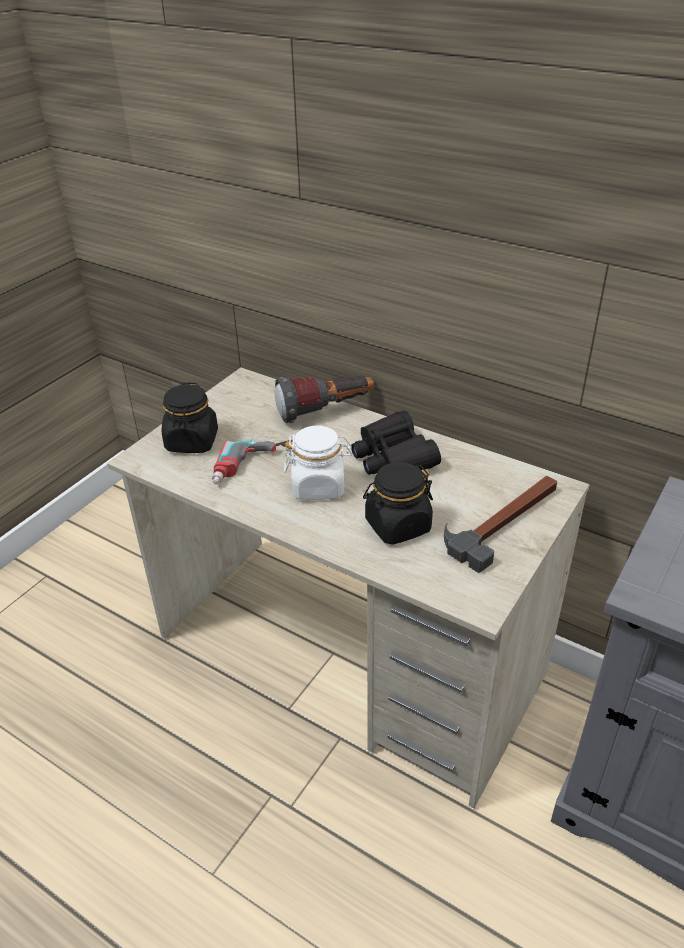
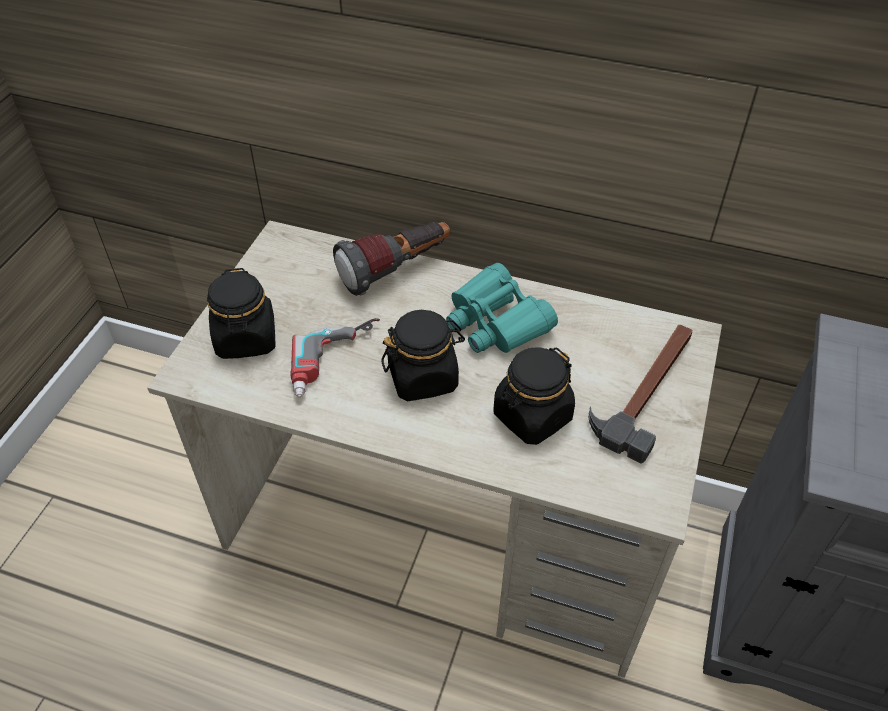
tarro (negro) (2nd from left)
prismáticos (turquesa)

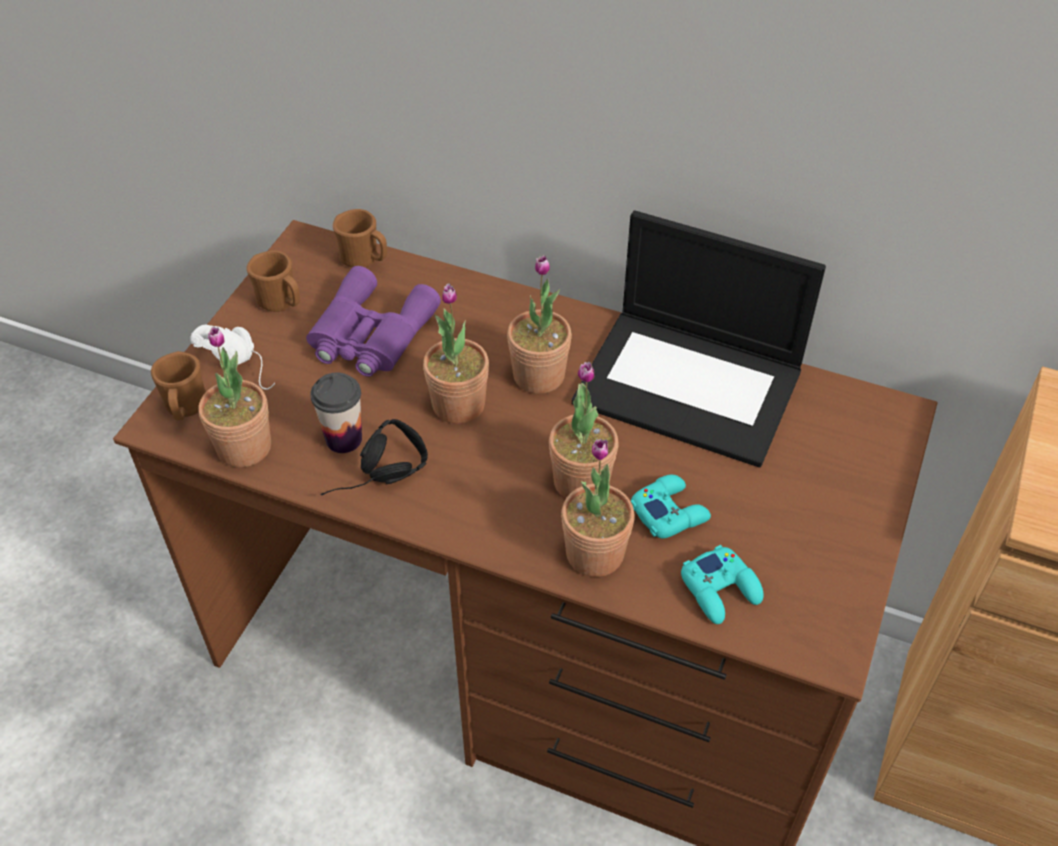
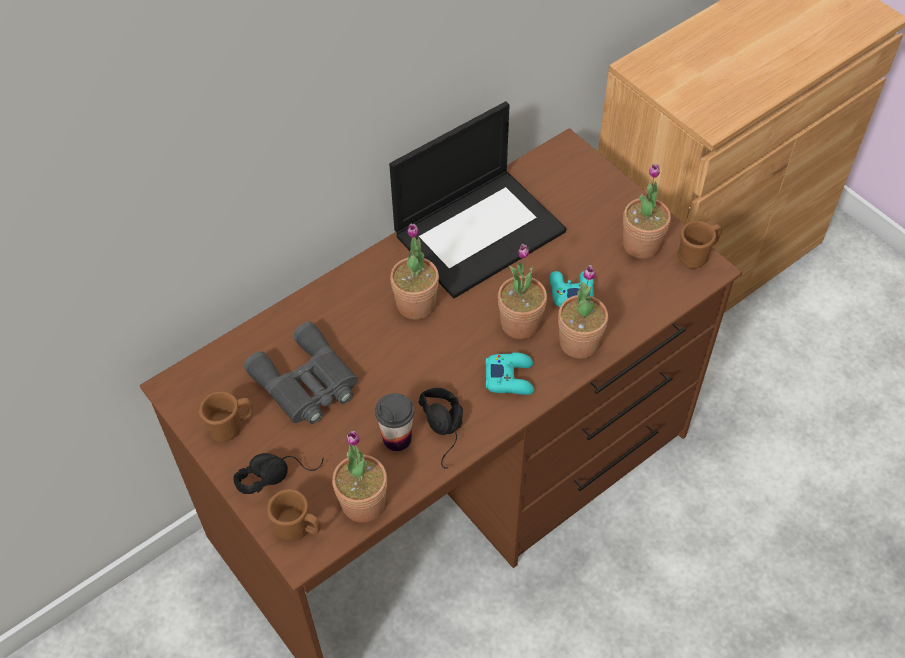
auriculares (negro) (1st from left)
prismáticos (gris)
mando de consola (turquesa) (1st from left)
planta en maceta (5th from left)
taza grande (marrón) (3rd from left)

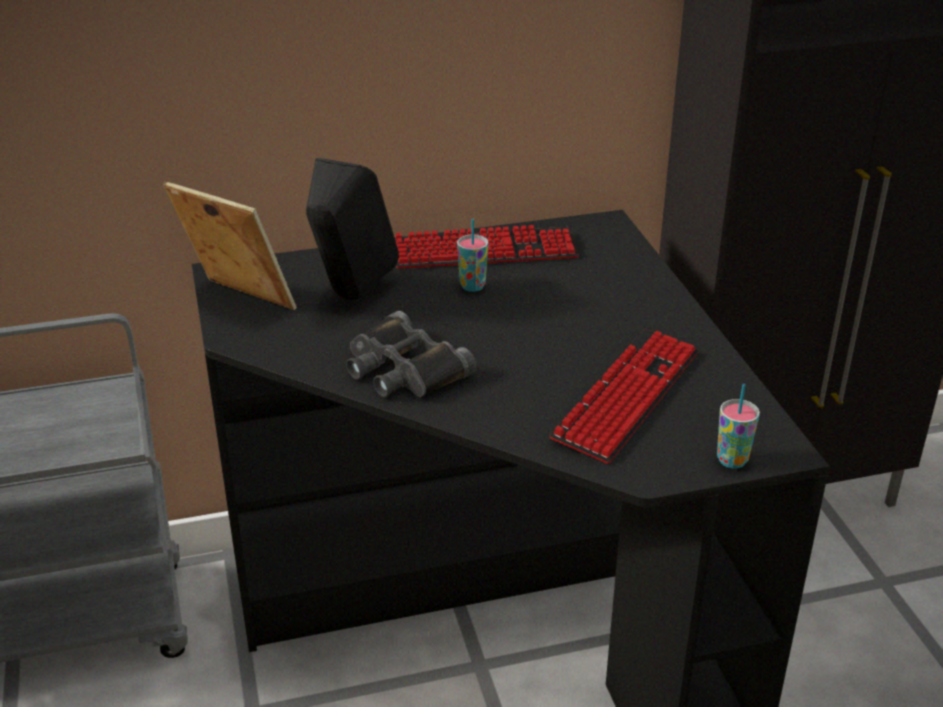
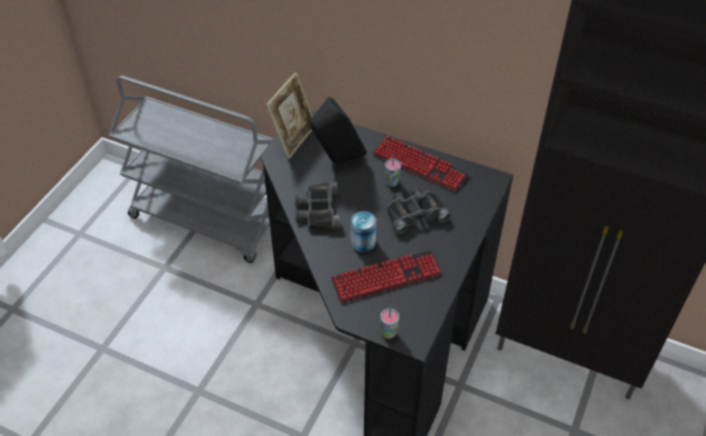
portarretratos
lata
prismáticos (negro) (2nd from left)

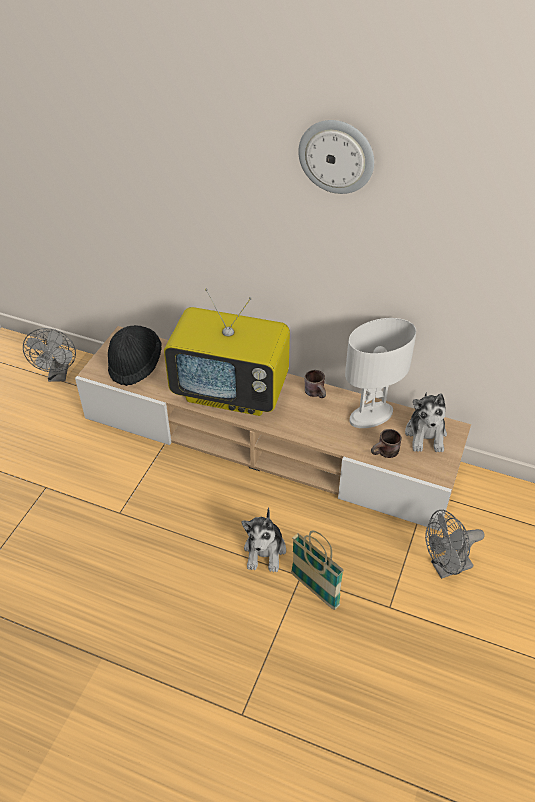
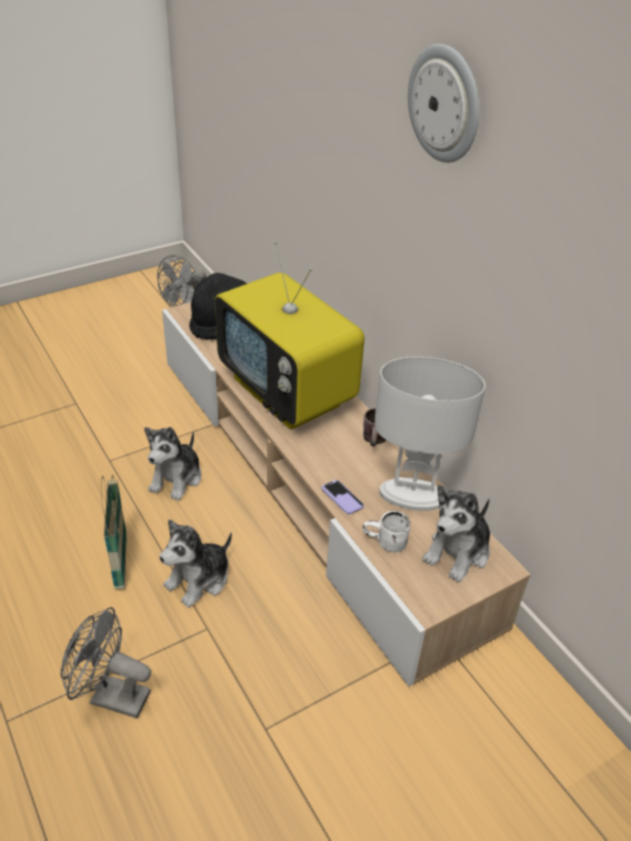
ventilador (gris) (1st from left)
cesta
peluche (1st from left)
móvil
taza grande (blanco)

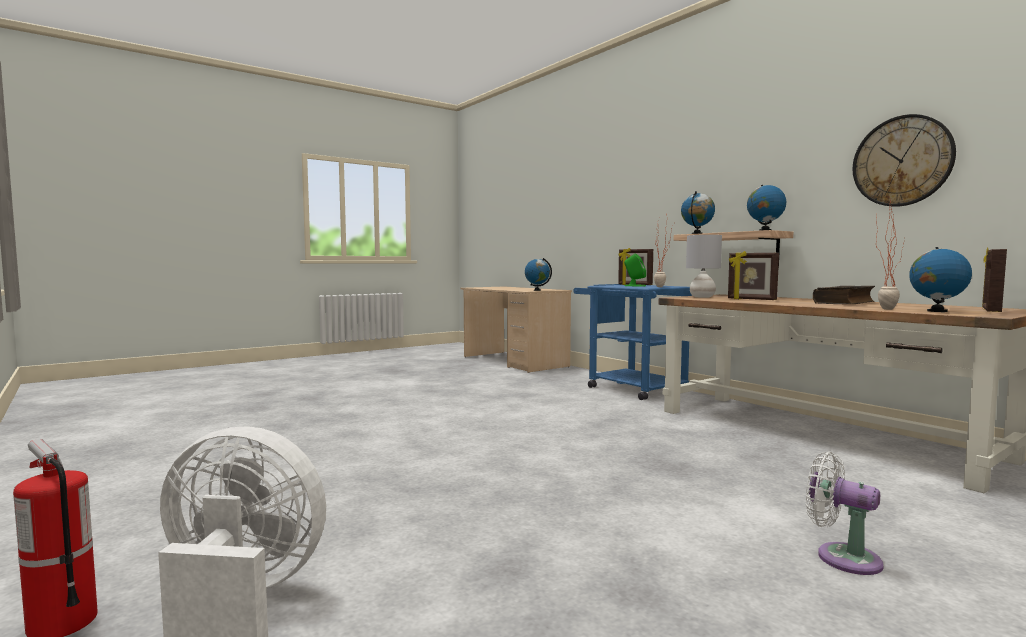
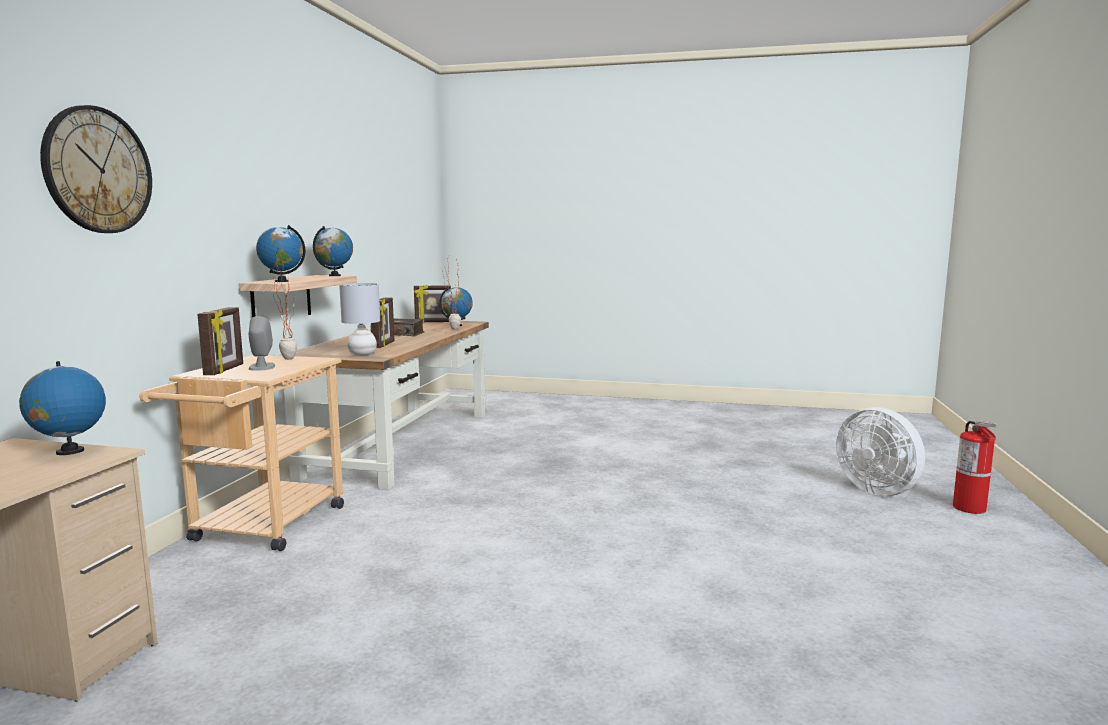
reloj de pared
carrito (beis)
altavoz (gris)
ventilador (blanco) (2nd from left in the first image)

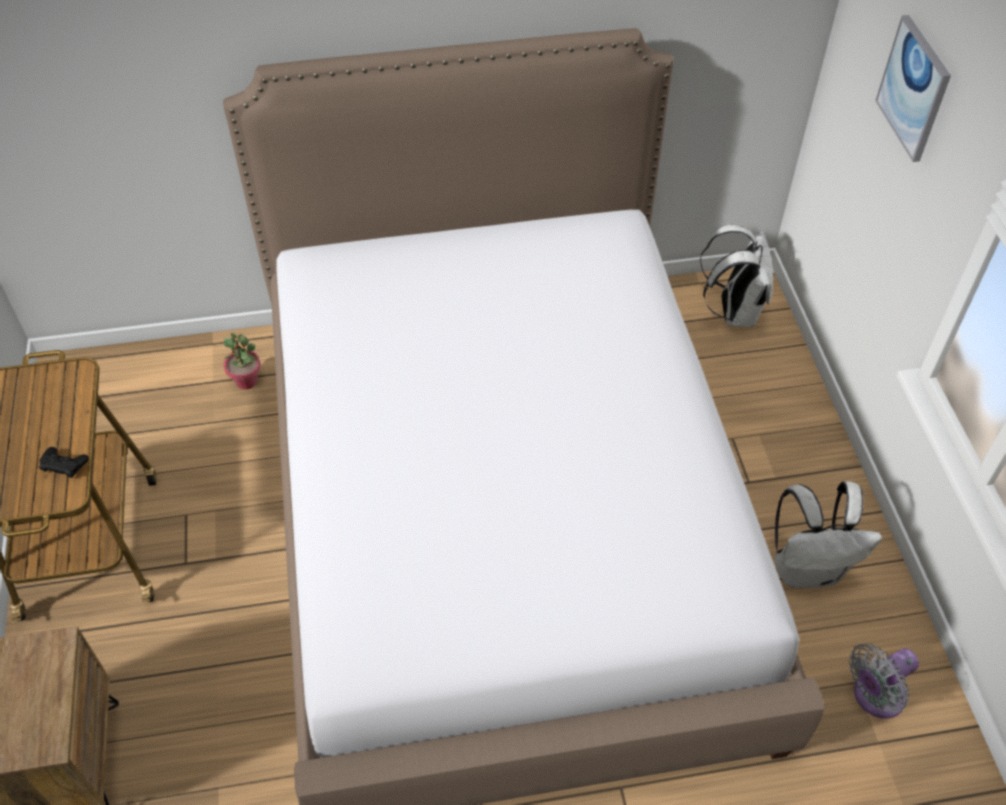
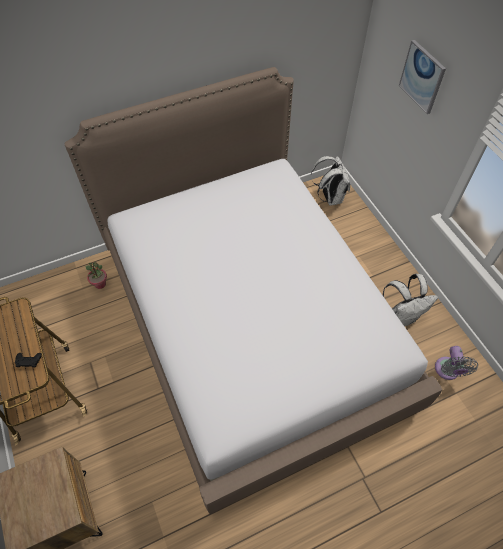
ventilador (gris)

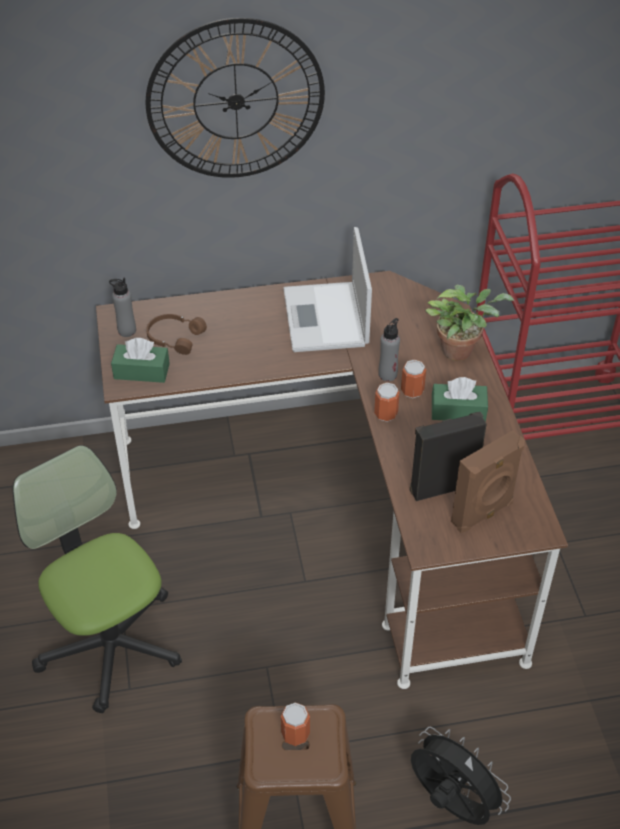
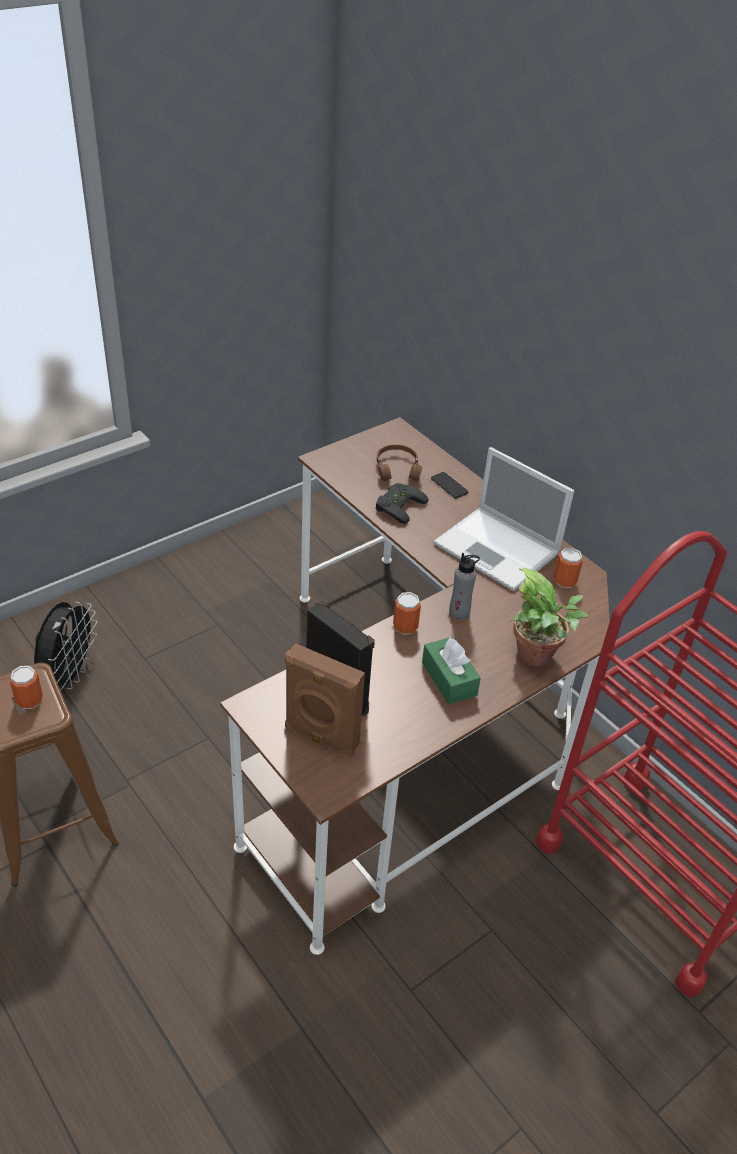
ventilador (negro)
mando de consola (negro)
móvil
portátil
lata (3rd from left)
silla de oficina
botella (gris) (1st from left in the first image)
caja de pañuelos (verde) (1st from left in the first image)
reloj de pared

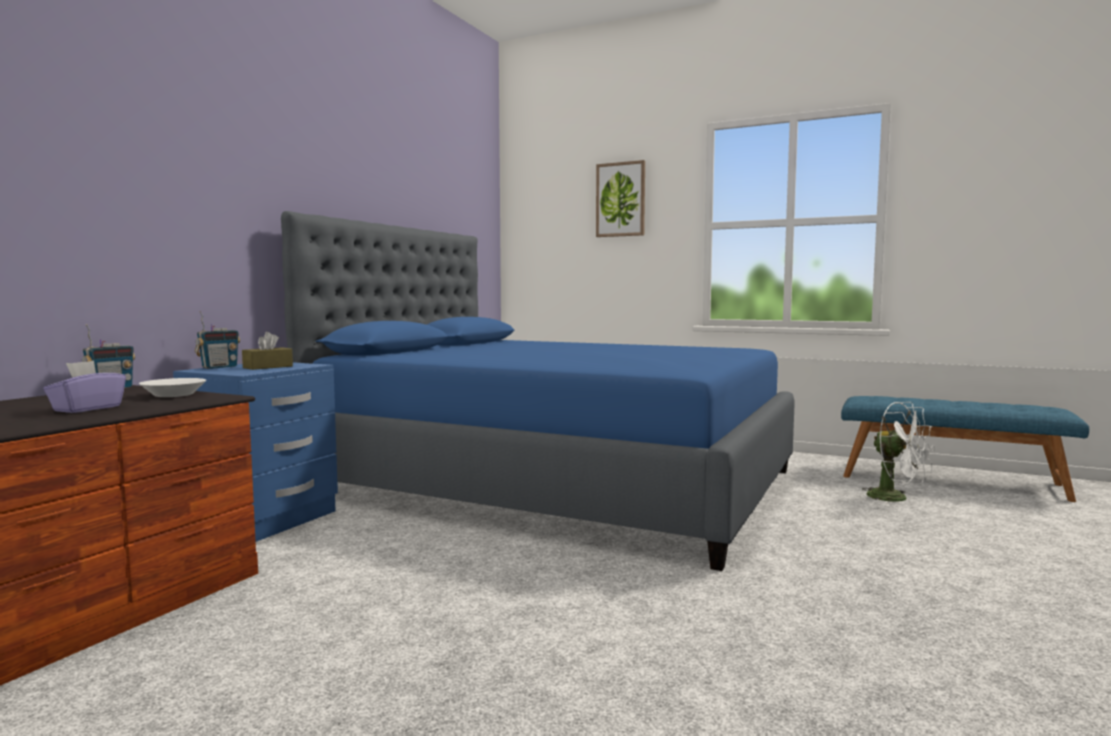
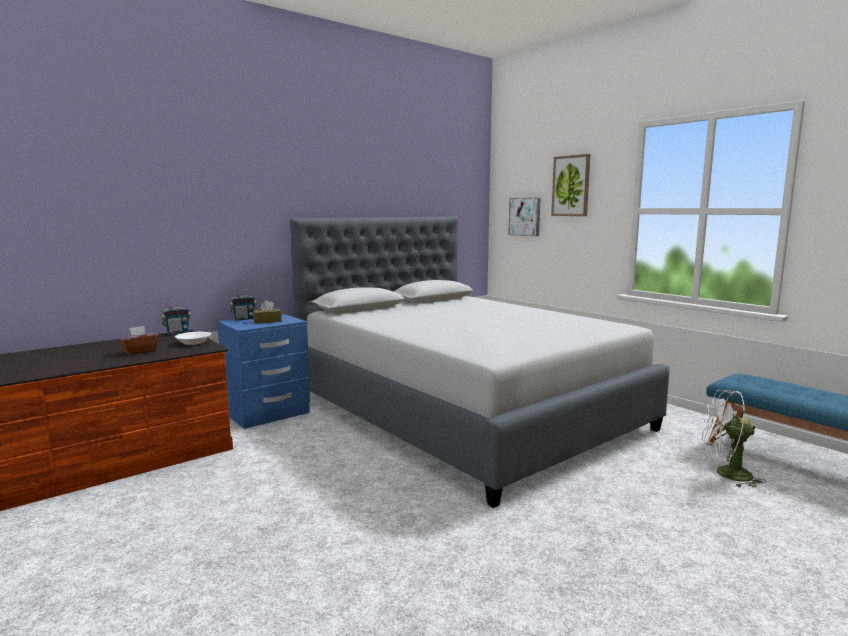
caja de pañuelos (marrón) (1st from left)
cama (gris)
cuadro (1st from left)
ventilador (blanco)

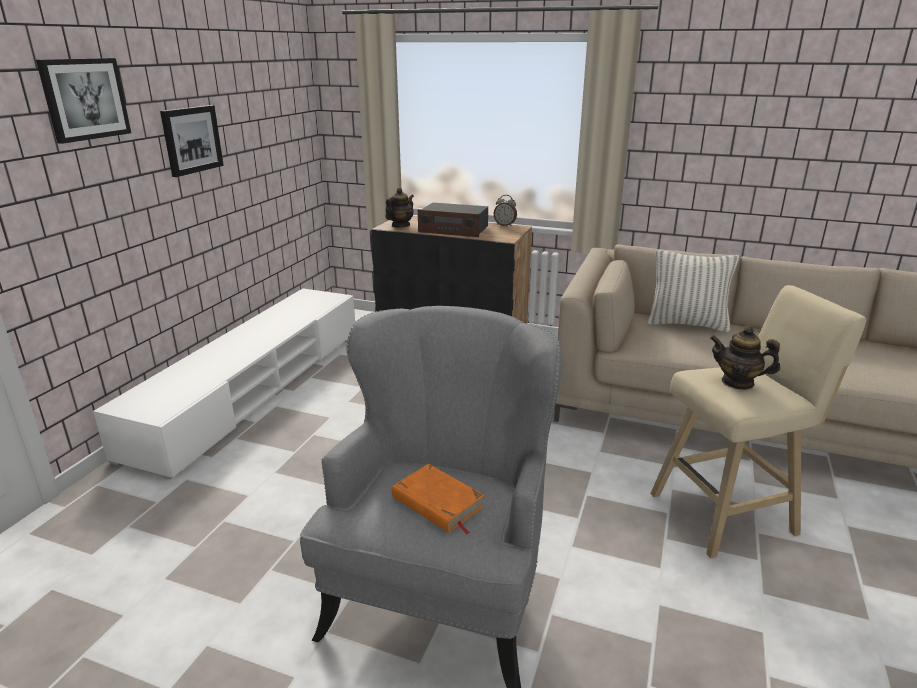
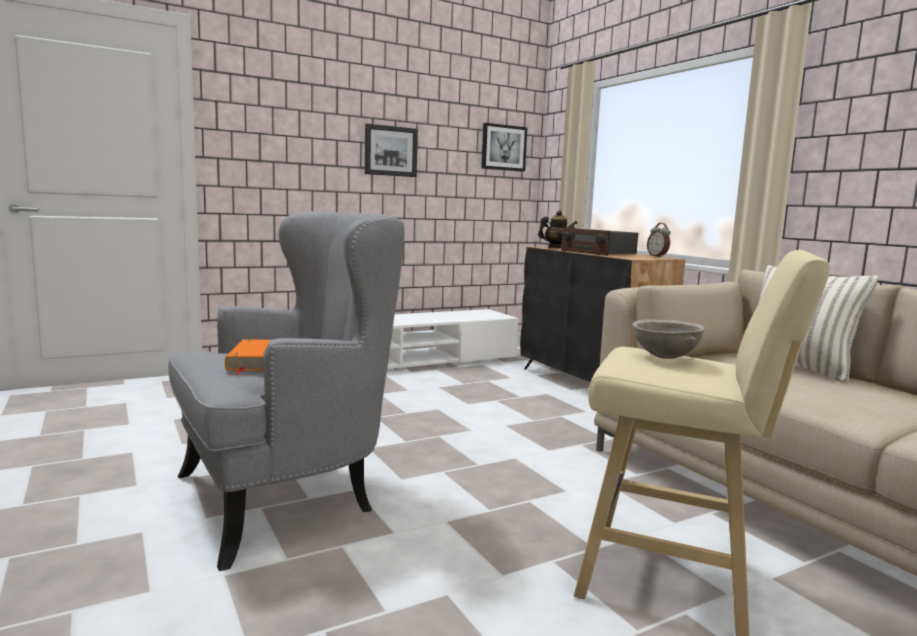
cuadro (2nd from left)
cuenco (gris)

